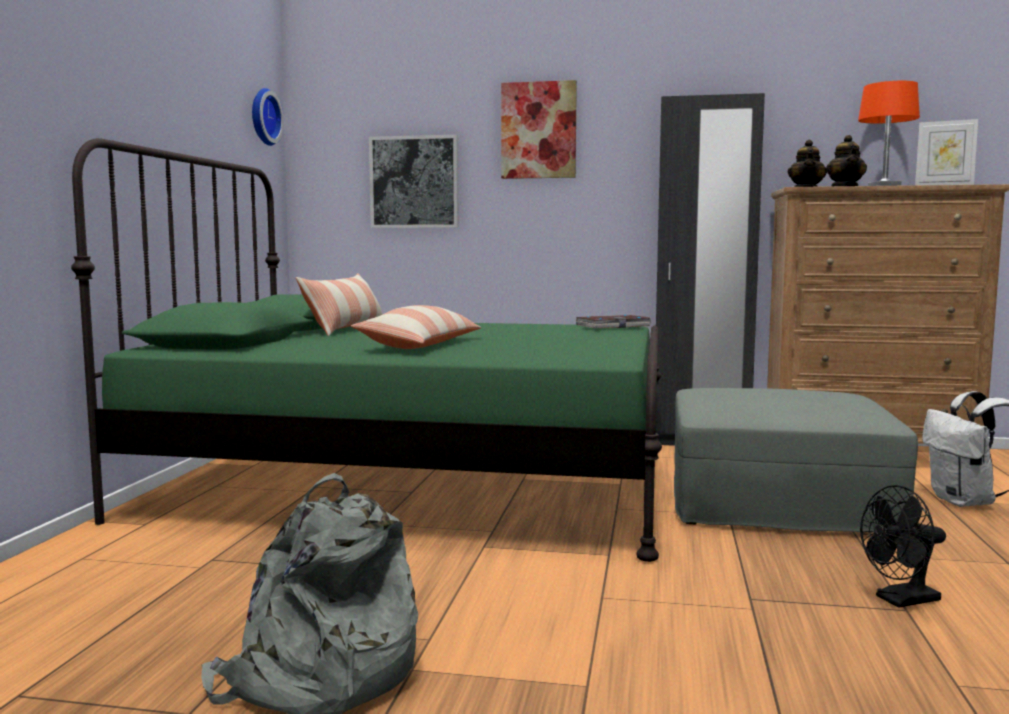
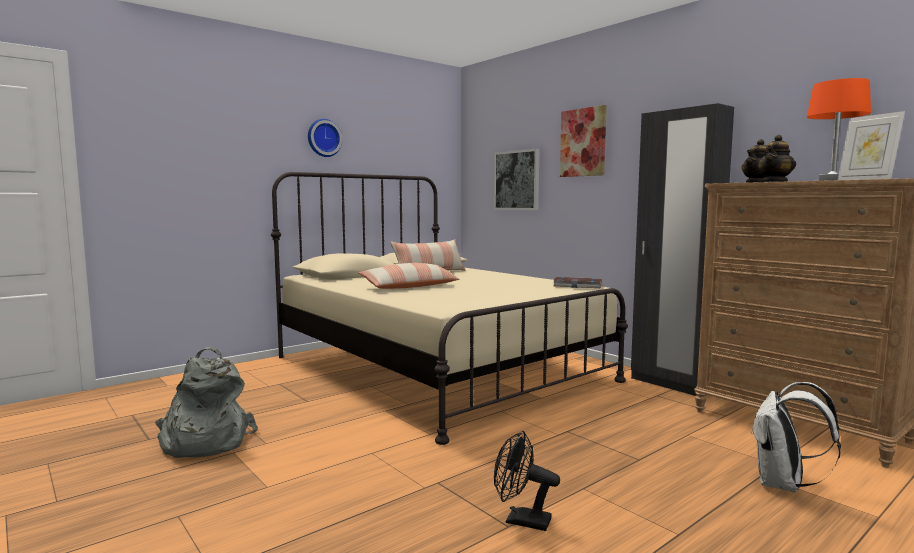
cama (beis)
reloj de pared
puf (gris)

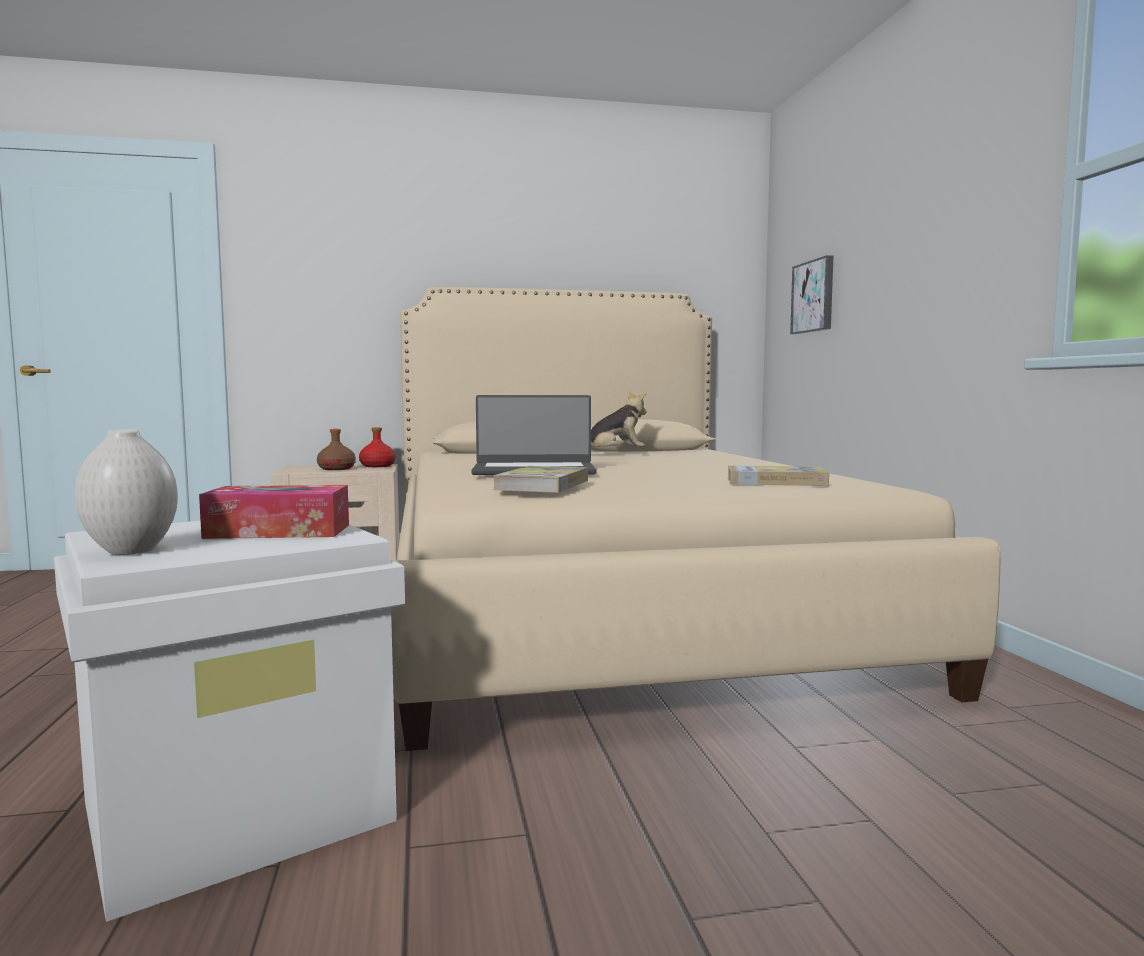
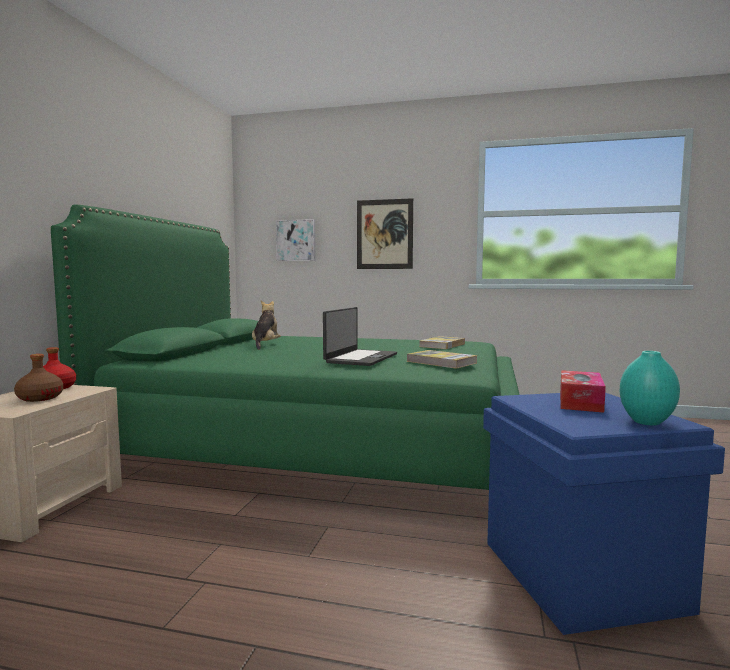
cama (verde)
cuadro (2nd from left)
caja de almacenaje (azul)
florero (turquesa)

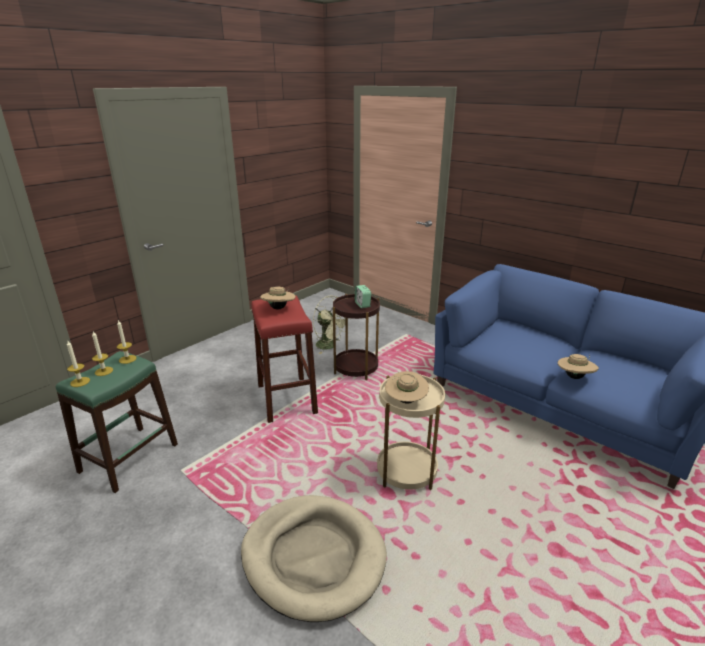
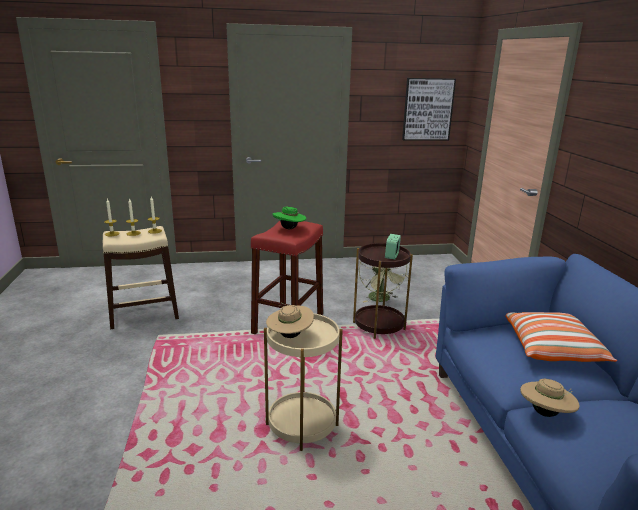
taburete (beis)
sombrero (verde)
cuadro
cojín
cama para perro (beis)

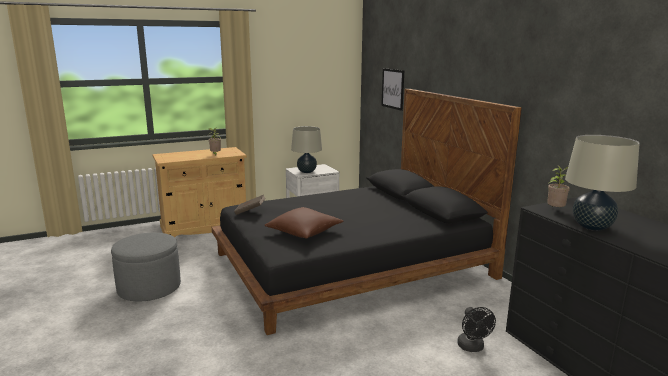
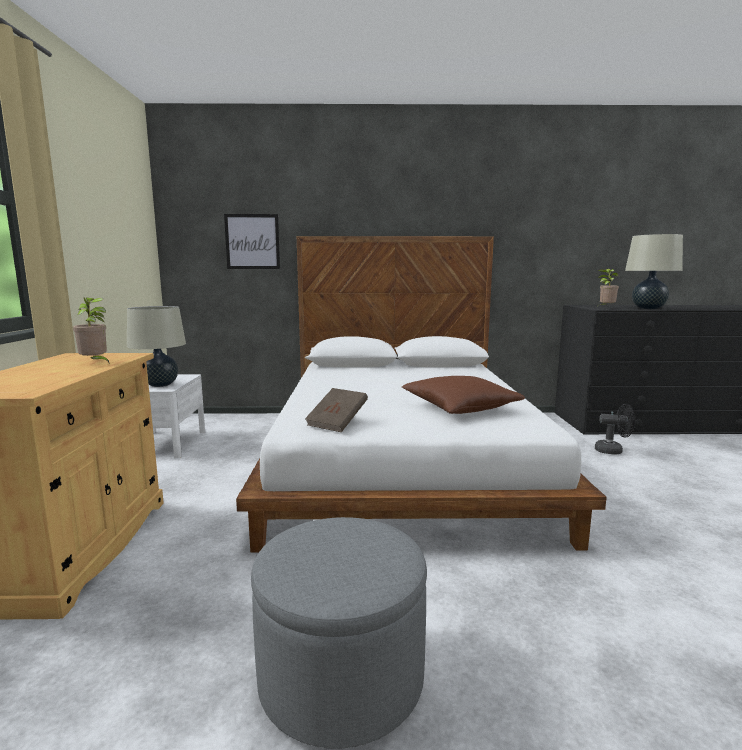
cama (blanco)

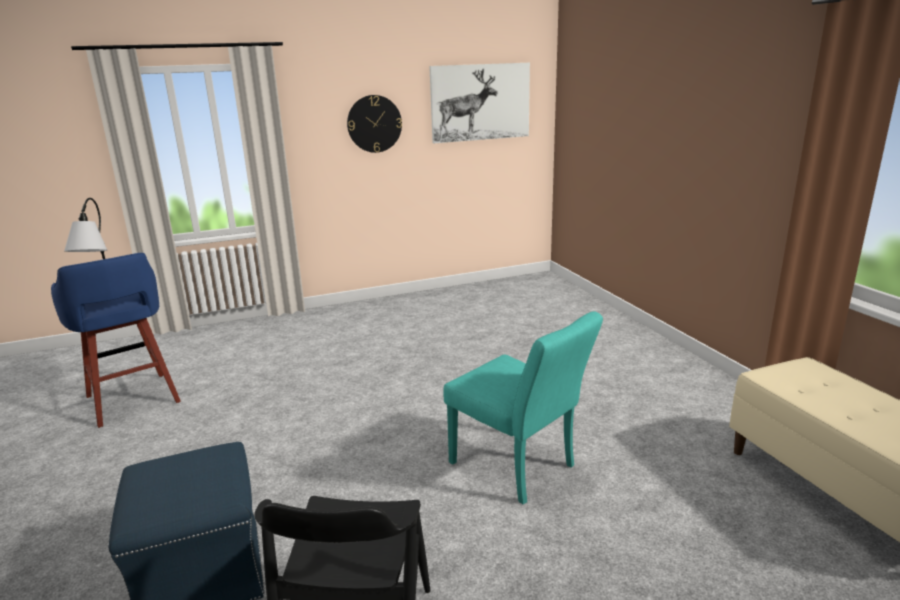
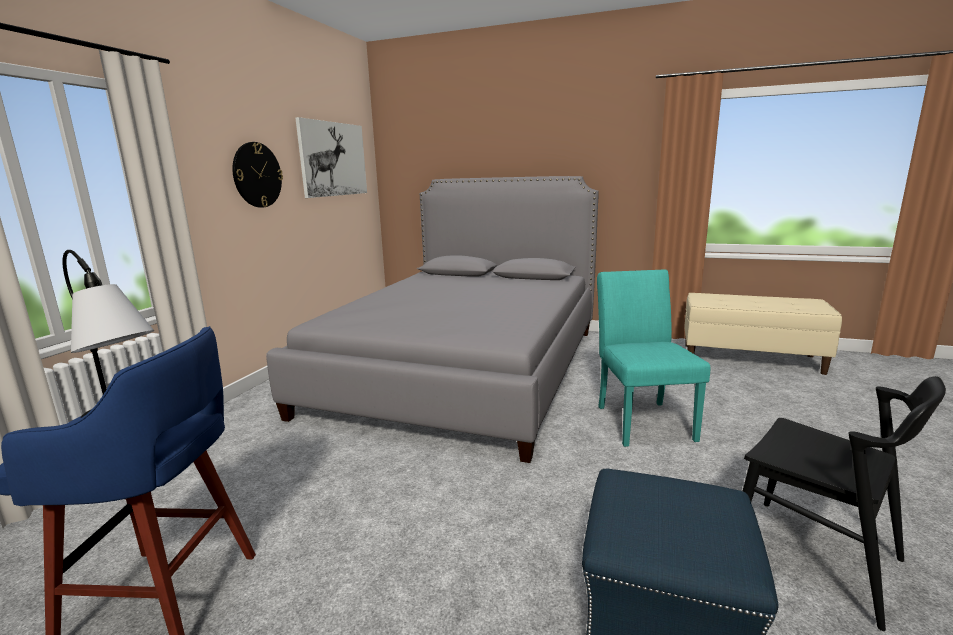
cama (gris)
silla (turquesa)

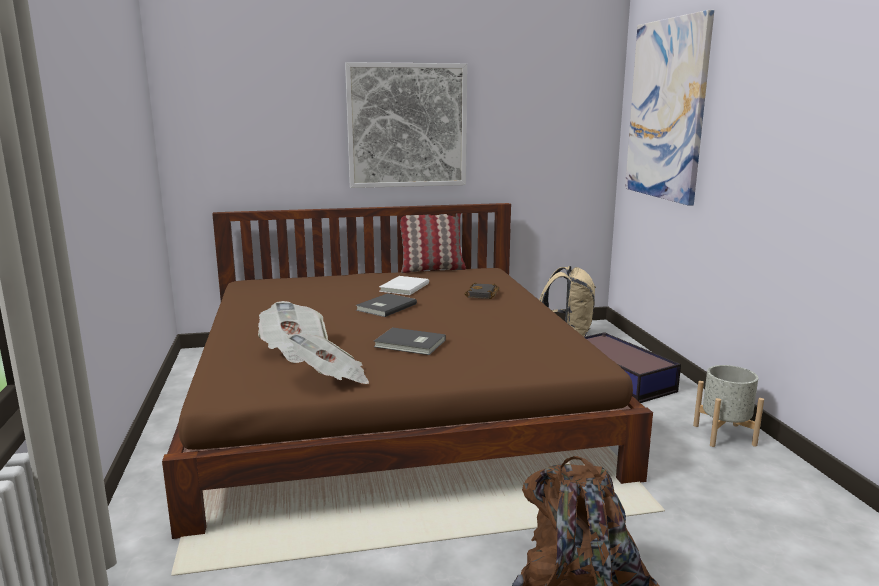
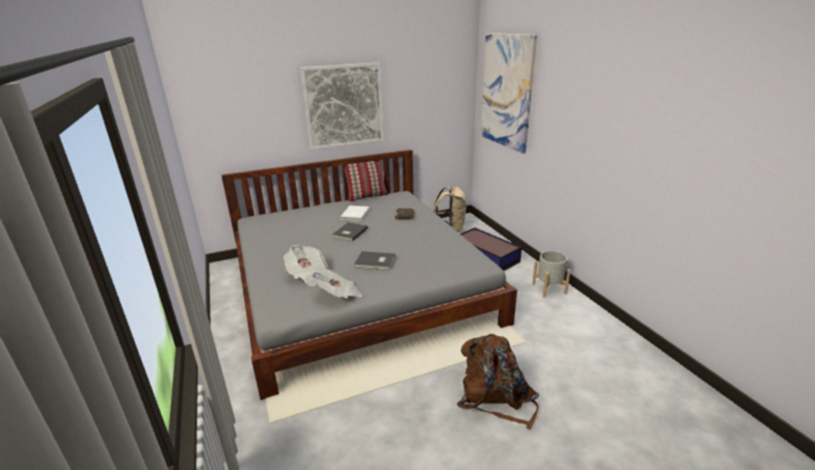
cama (gris)

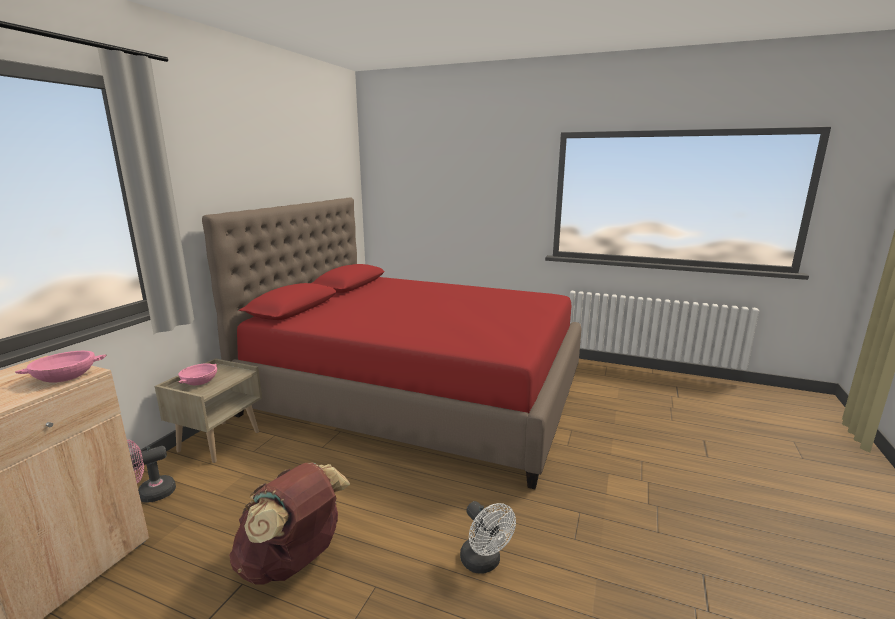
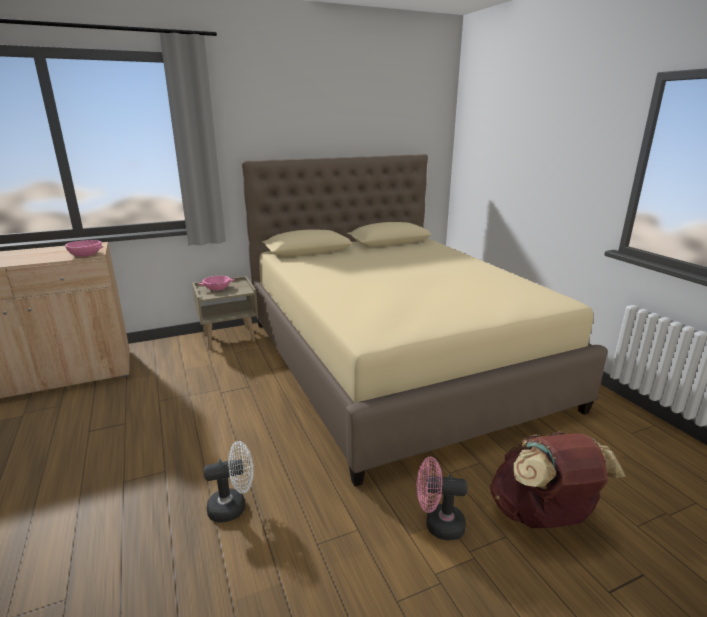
ventilador (blanco)
cama (beis)
ventilador (rosa)
mochila (marrón)

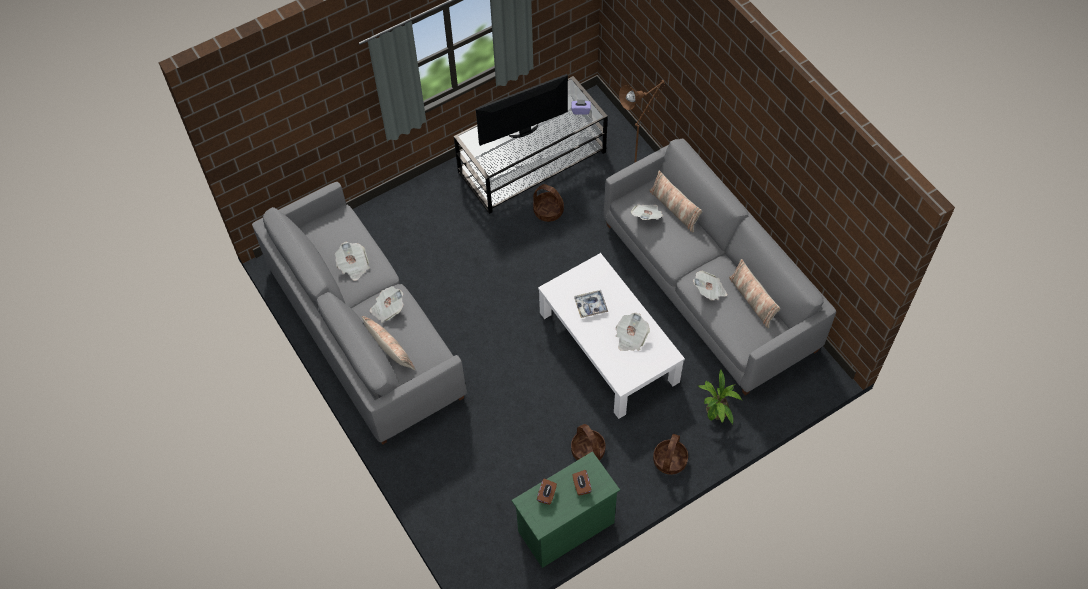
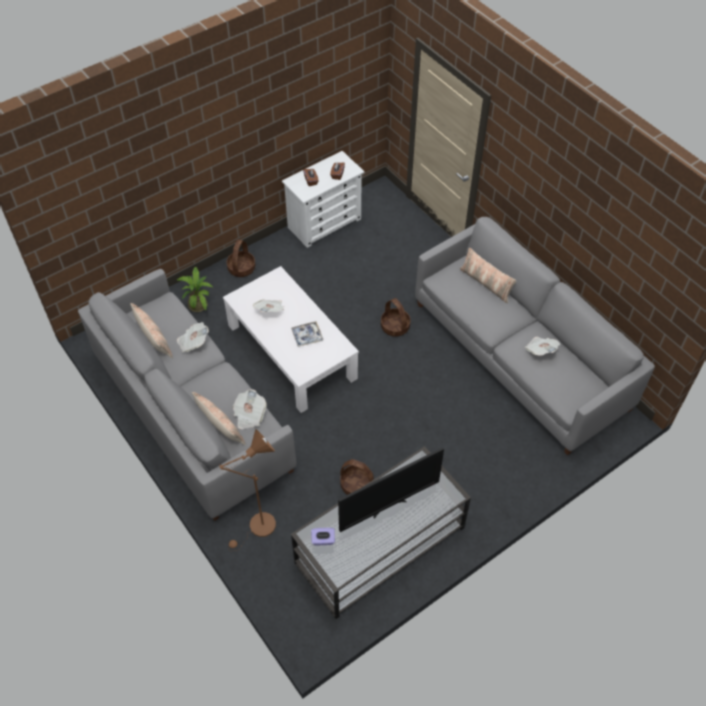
cómoda (blanco)
cesta (3rd from left)
periódico (2nd from left in the first image)

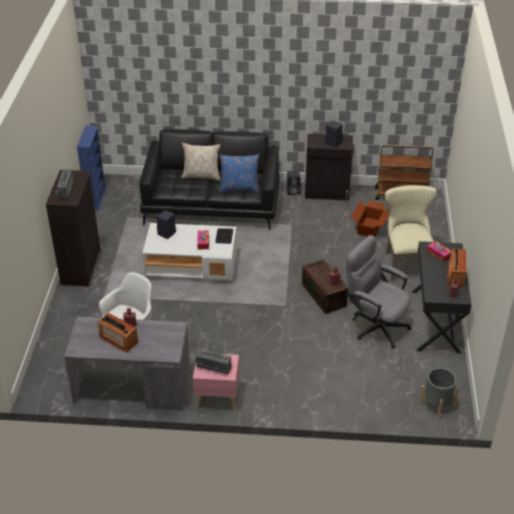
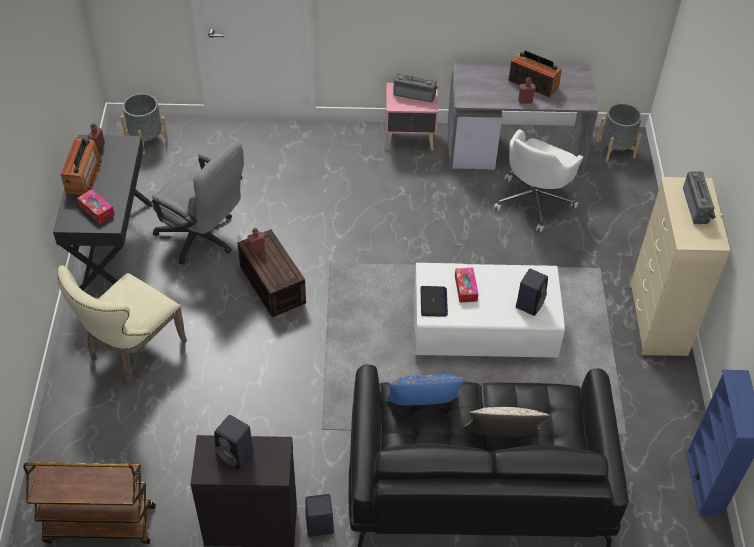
silla (beis)
maceta (gris) (2nd from left)
cómoda (beis)
caja de cartón

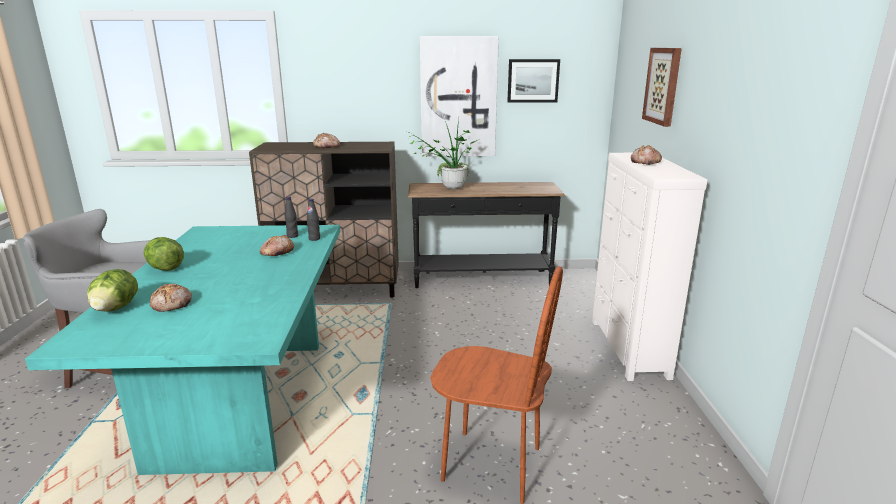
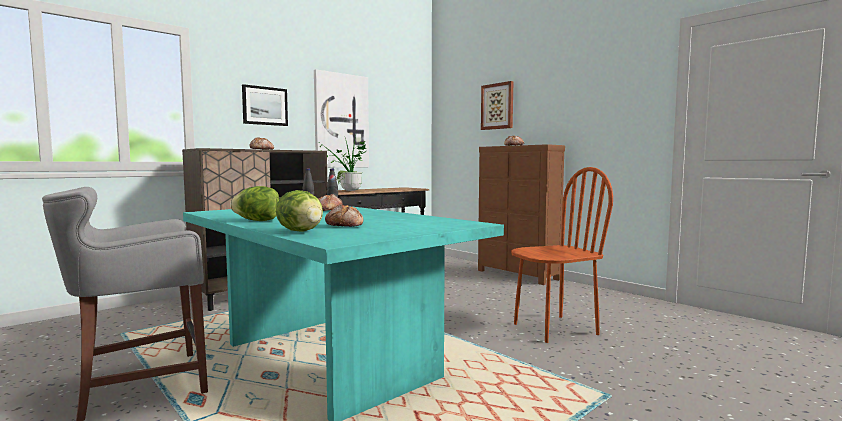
cuadro (1st from left)
cómoda (marrón)

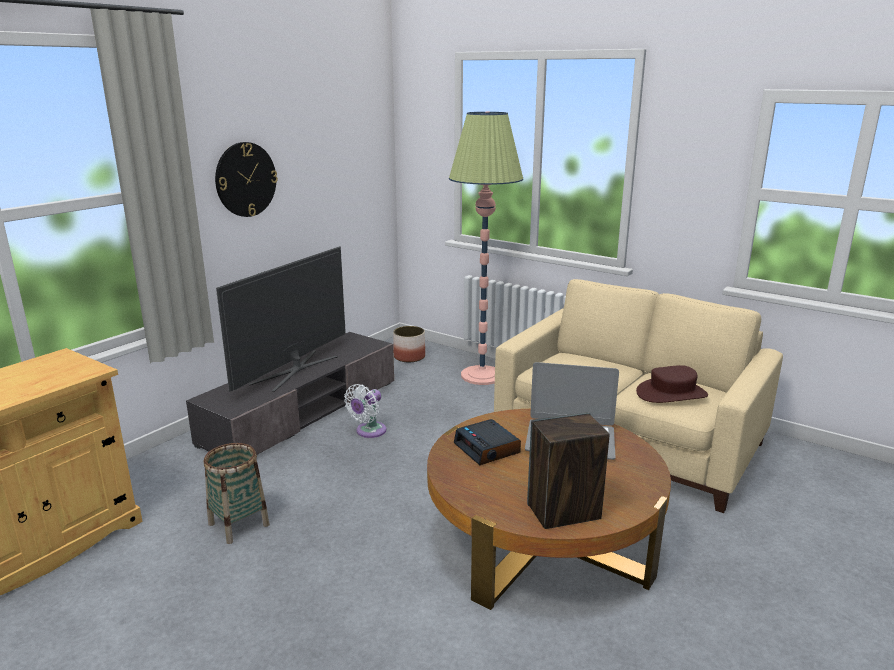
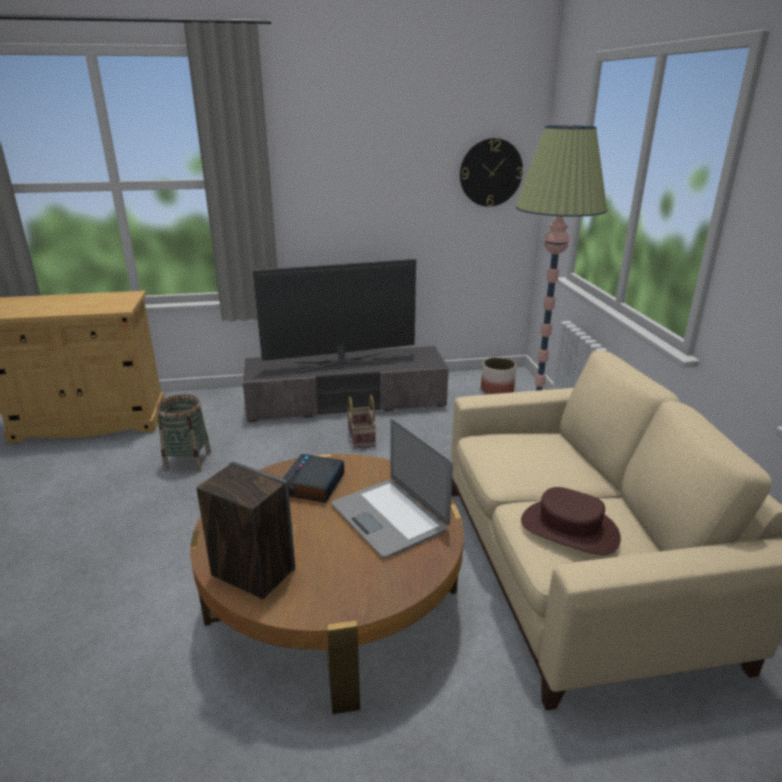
cesta (2nd from left)
reloj de pared

